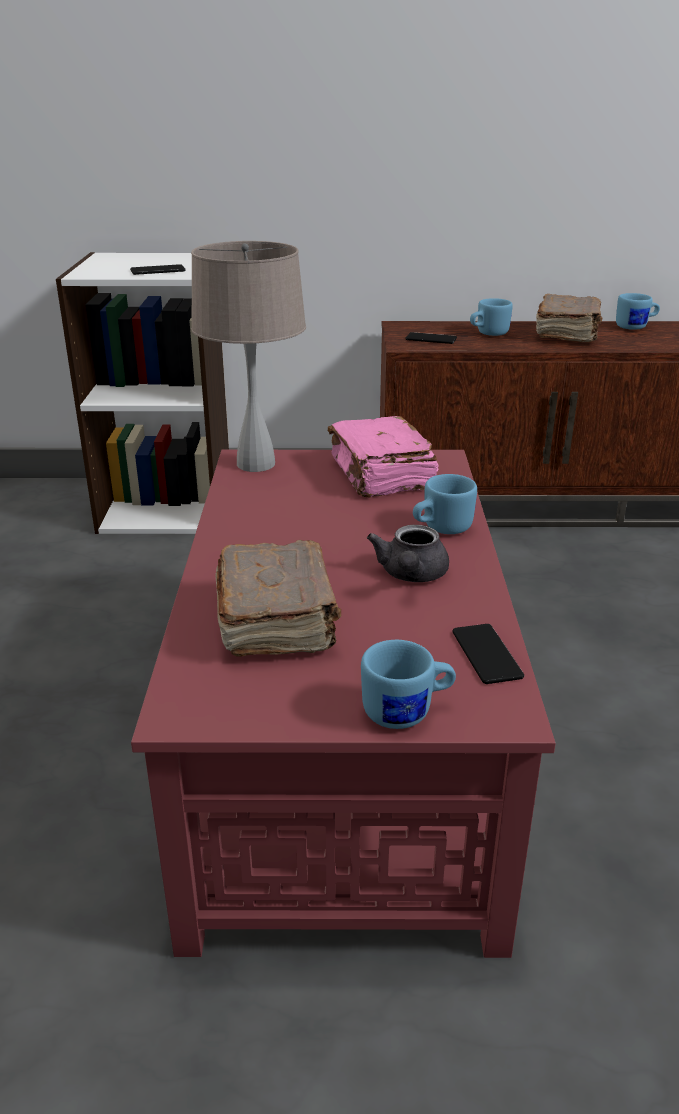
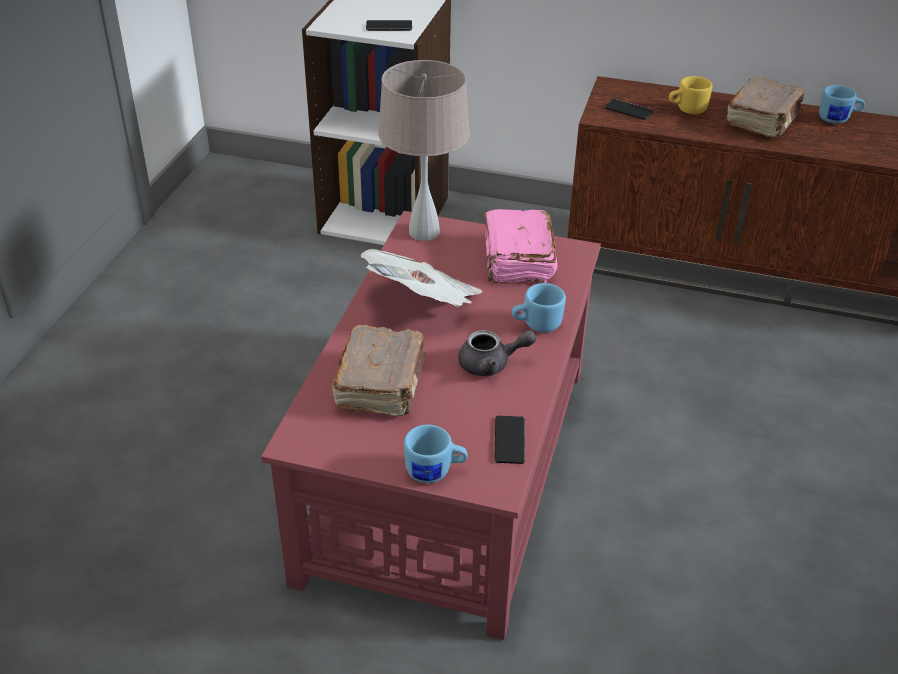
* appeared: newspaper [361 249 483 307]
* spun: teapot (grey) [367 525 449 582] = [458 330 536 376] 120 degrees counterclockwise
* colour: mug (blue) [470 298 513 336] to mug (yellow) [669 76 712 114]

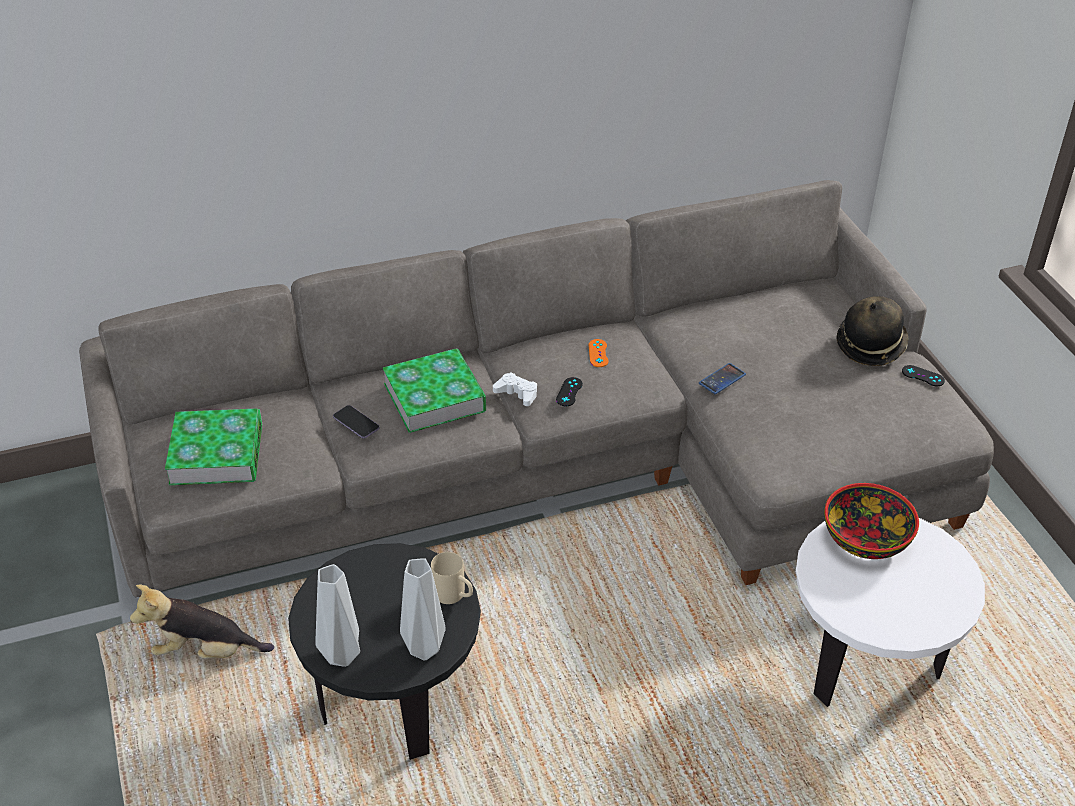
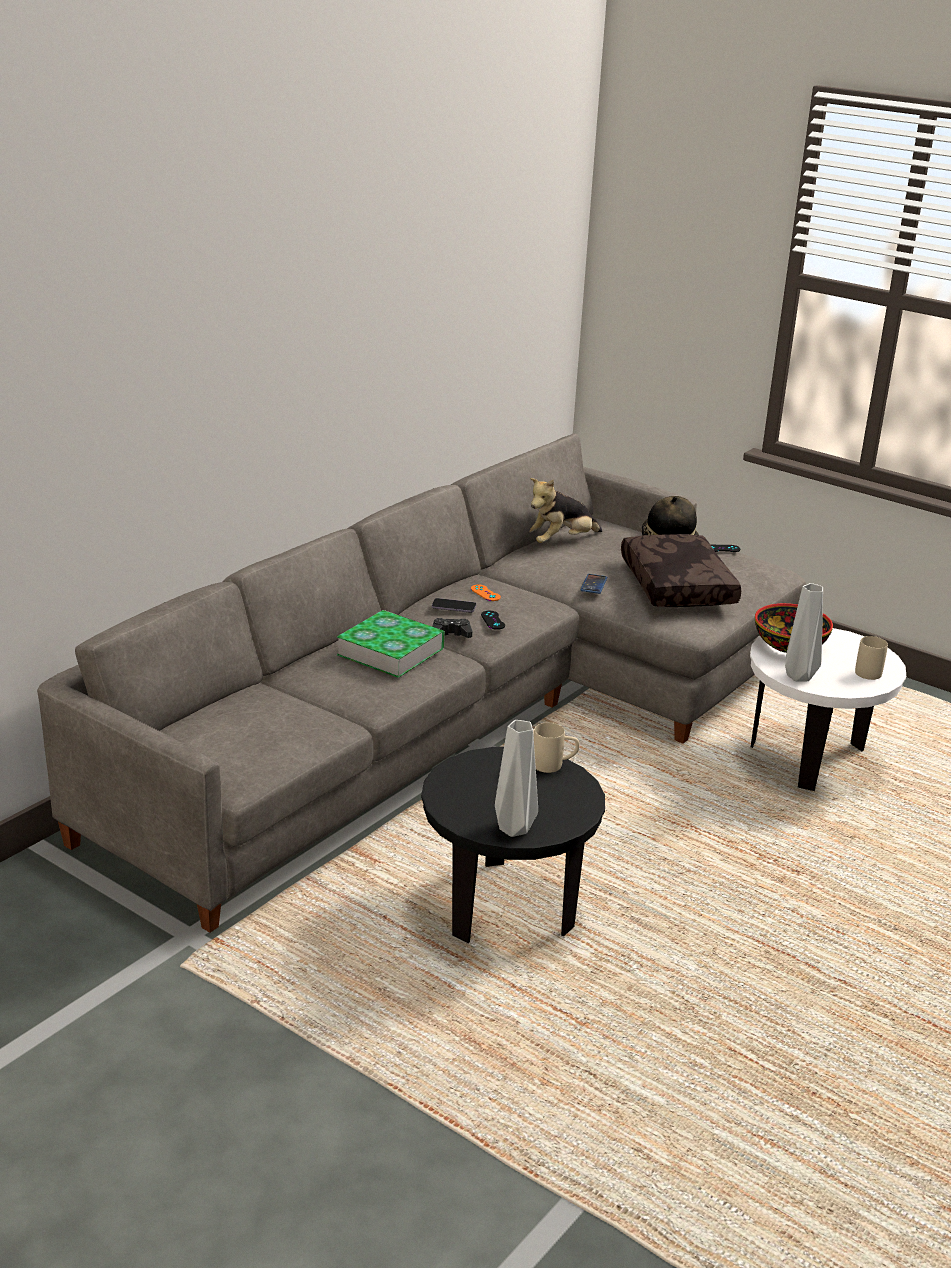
* relocated: phone [333 405 380 439] to [432 598 476 613]
* colour: game controller (white) [493 372 537 406] to game controller (black) [432 618 472 638]
* relocated: plush toy [130 585 274 659] to [530 478 602 543]
* appeared: pillow (brown) [621 534 741 607]
* relocated: vase (grey) [400 558 446 660] to [785 583 823 681]
* appeared: mug (beige) [855 636 888 680]
* missing: book [165 408 262 485]

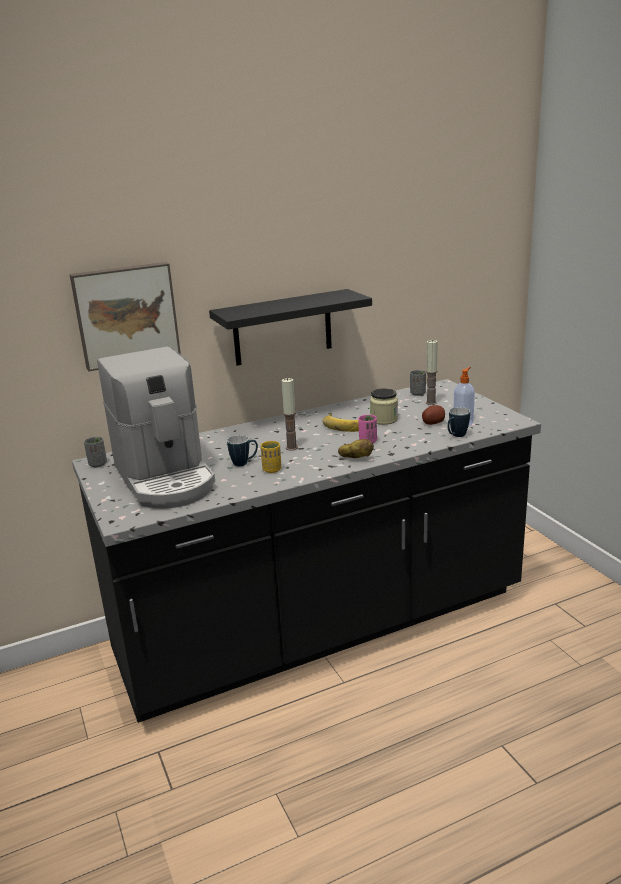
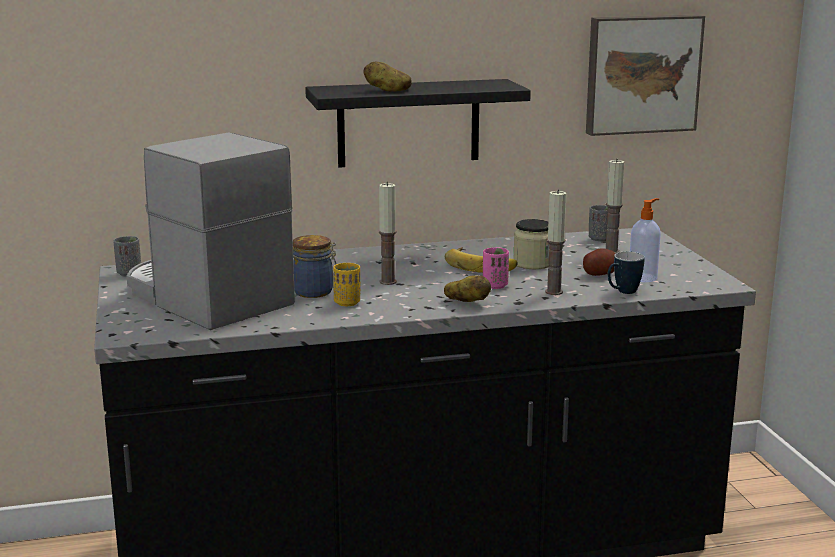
* spun: coffee machine [97 347 215 509] = [126 133 295 330] 150 degrees clockwise
* exchanged: mug [227 435 258 467] to jar [293 235 336 298]
* appeared: potato [363 62 412 92]
* appeared: candle [545 190 567 295]
* relocated: picture [70 262 181 372] to [586 15 705 136]

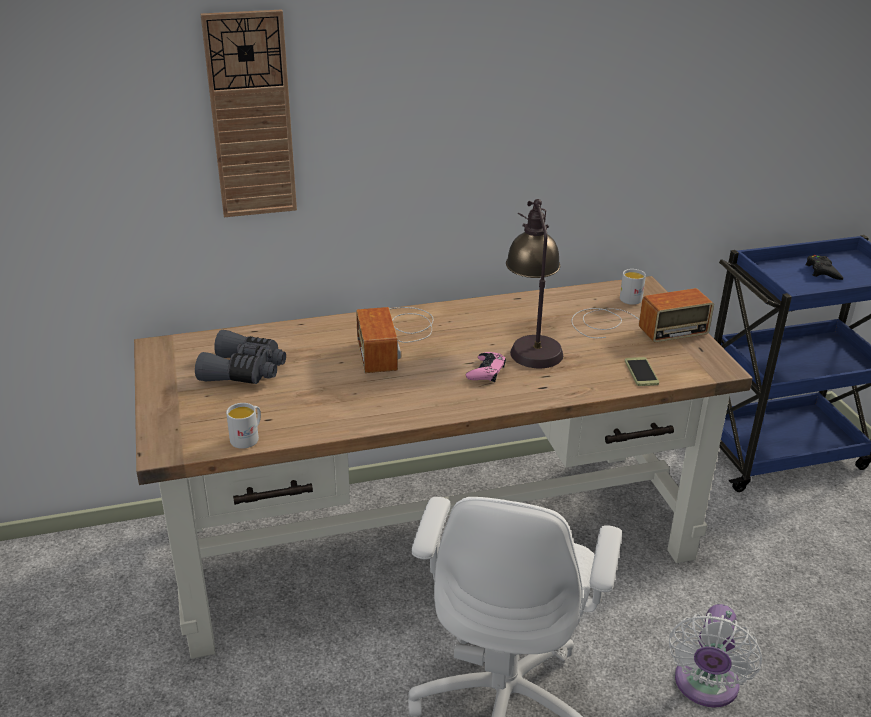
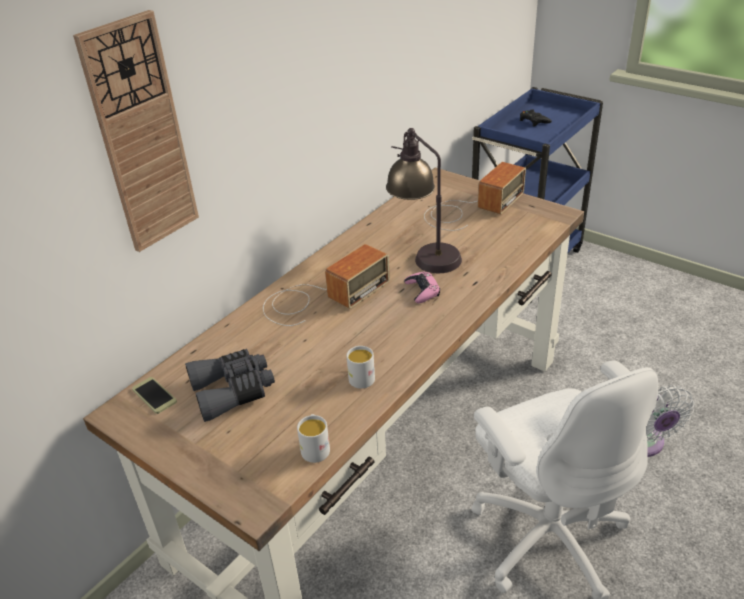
* relocated: phone [625 357 659 386] to [132 377 177 414]
* spun: radio [356 307 433 373] = [263 244 390 326] 90 degrees counterclockwise
* relocated: mug (white) [620 269 646 305] to [346 346 375 389]

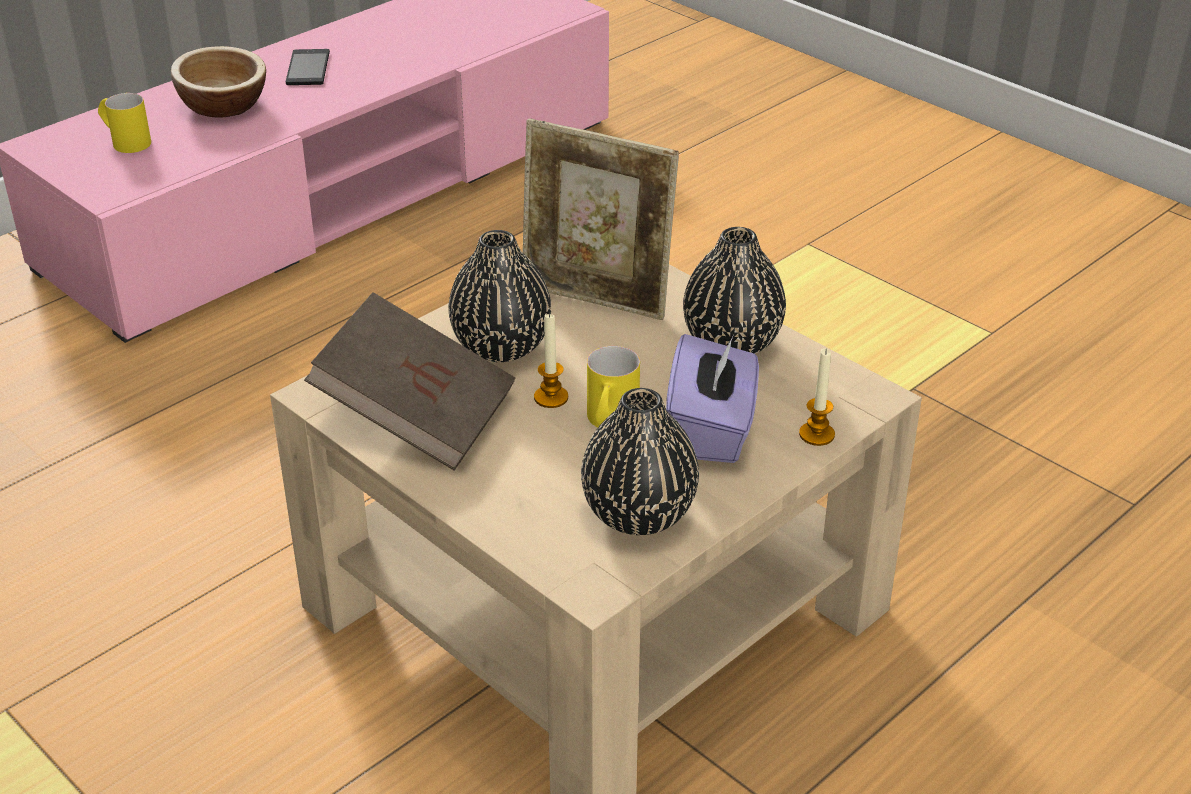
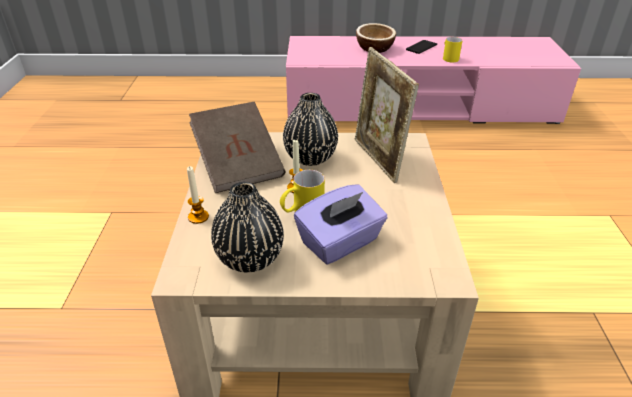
* relocated: candle [799 349 835 446] to [187 166 209 224]
* relocated: mug (yellow) [98 93 151 153] to [443 37 463 62]
* missing: vase (black) [683 227 786 354]

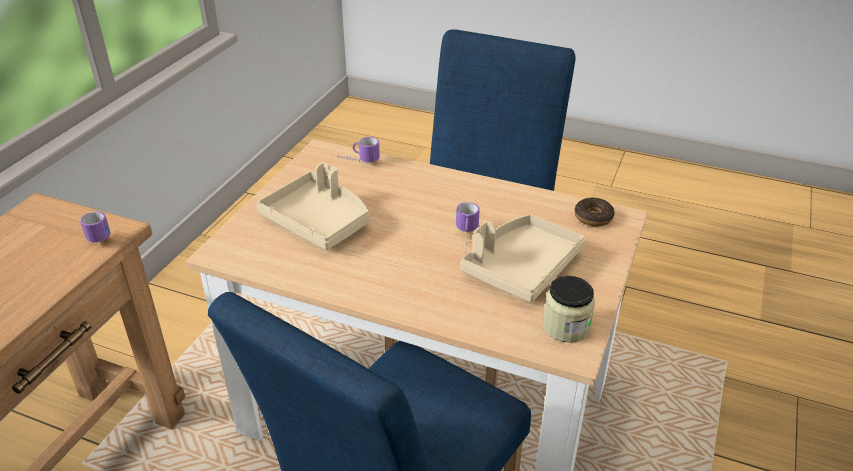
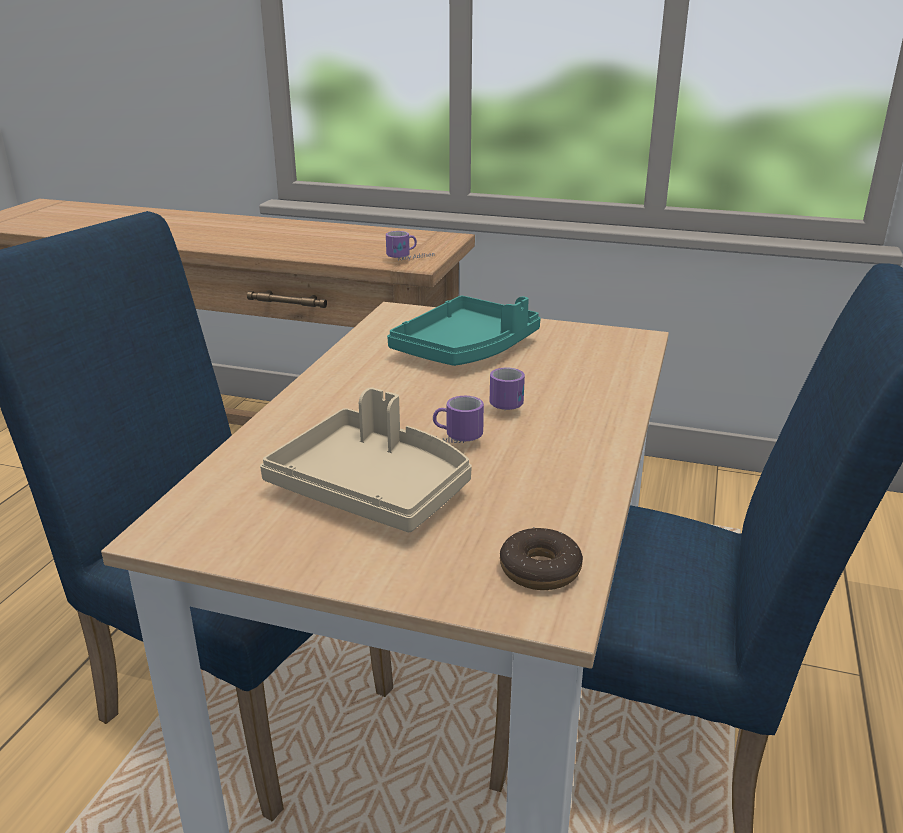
* colour: tray (beige) [256 162 370 250] to tray (turquoise) [387 296 541 366]
* relocated: mug [337 137 380 162] to [490 367 525 410]
* missing: jar [543 276 595 343]

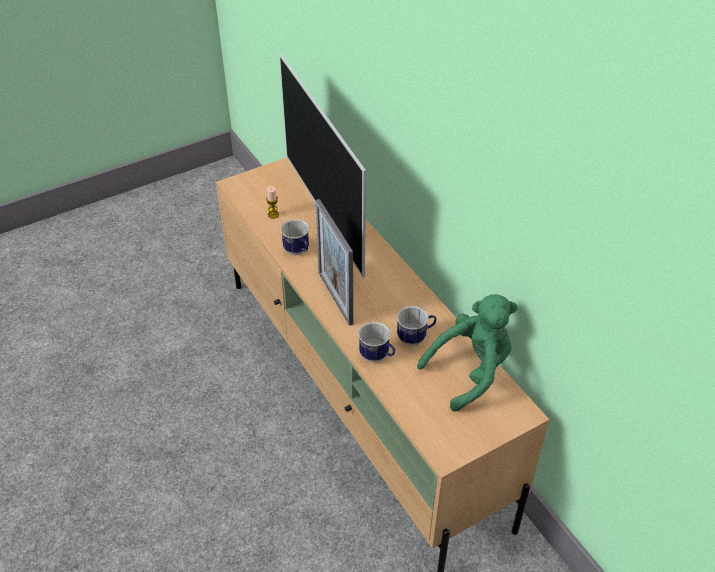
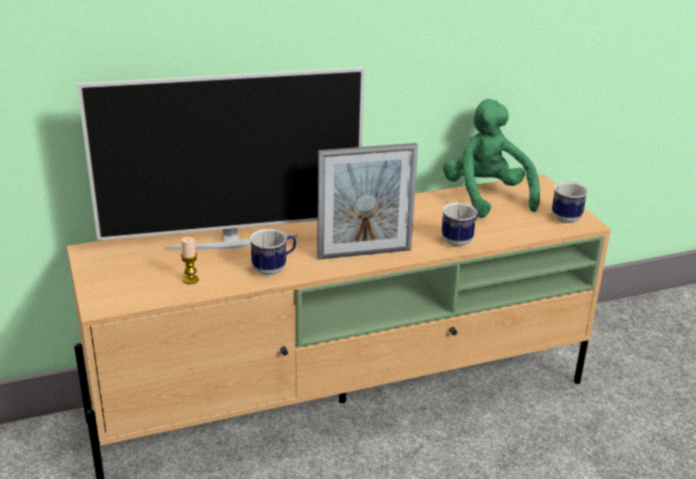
* relocated: mug [397 306 437 346] to [552 182 588 223]

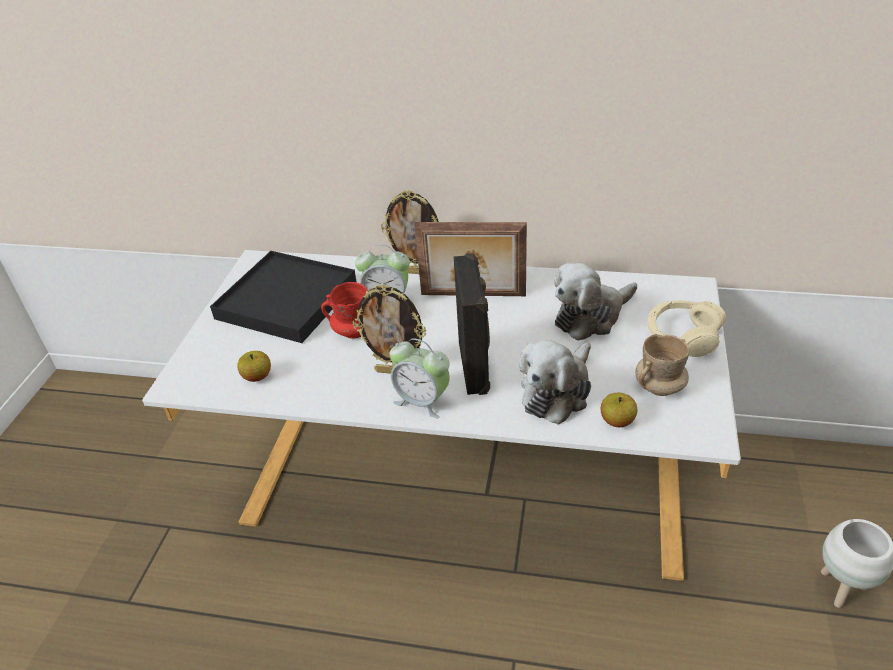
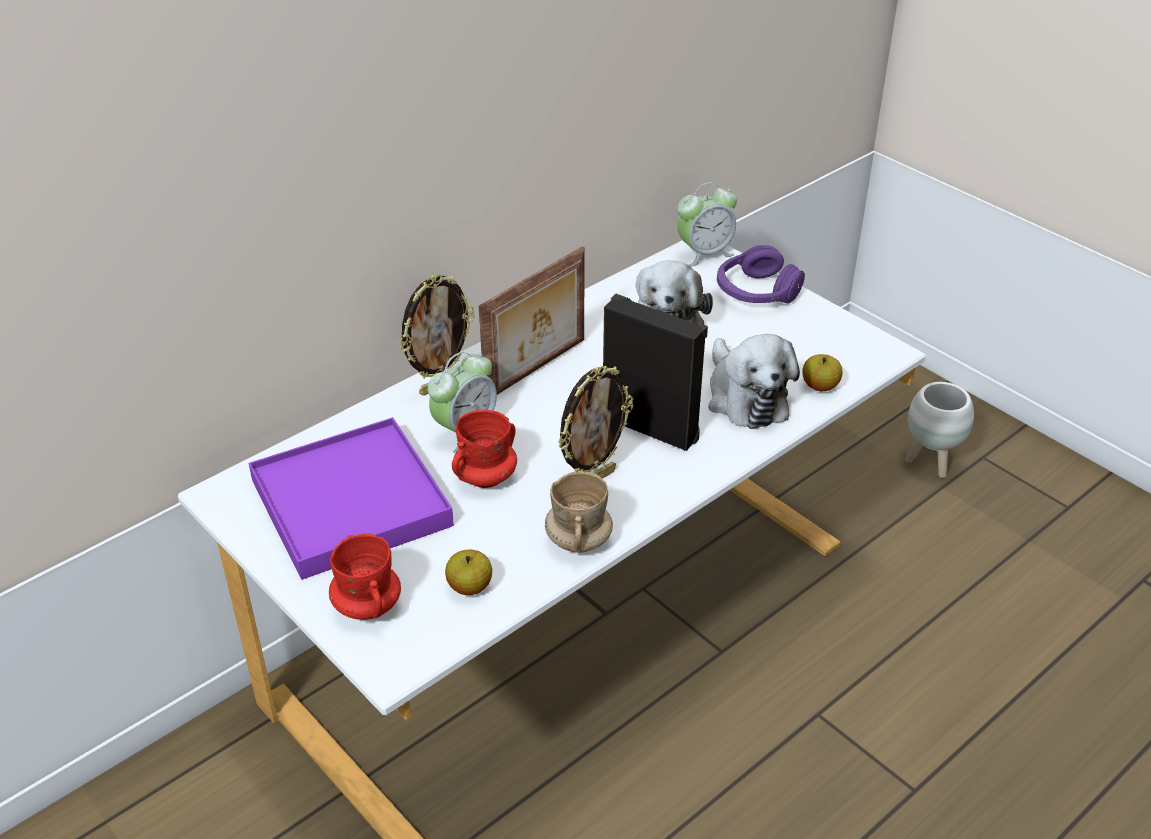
* colour: tray (black) [210 251 357 343] to tray (purple) [249 417 454 580]
* appeared: mug (red) [329 533 401 620]
* relocated: mug (beige) [635 334 689 396] to [545 471 613 553]
* relocated: alarm clock [390 338 450 418] to [677 182 737 267]
* colour: headphones (beige) [647 300 726 357] to headphones (purple) [717 245 805 304]

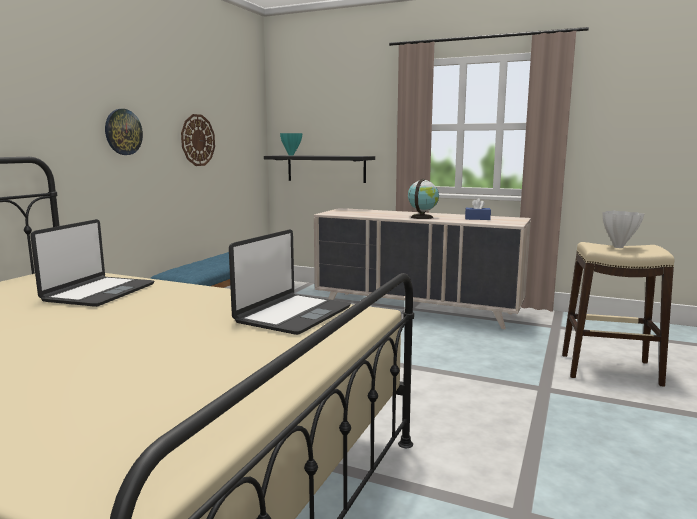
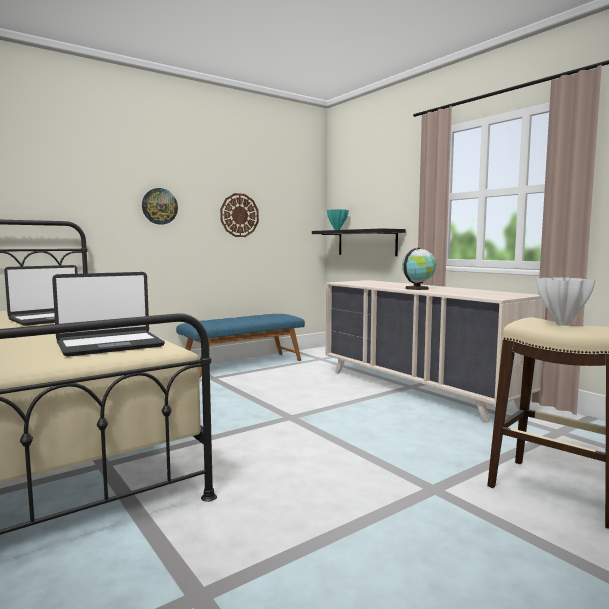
* missing: tissue box (blue) [465 198 491 220]

